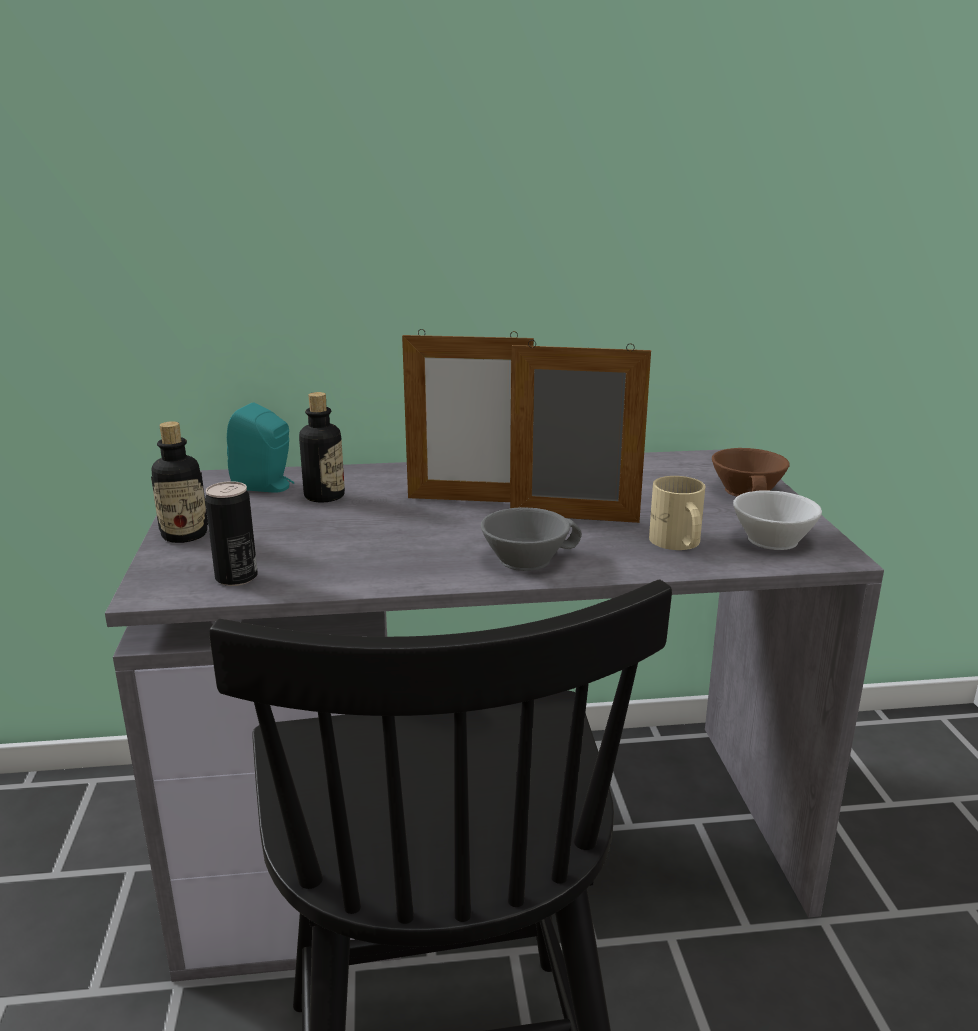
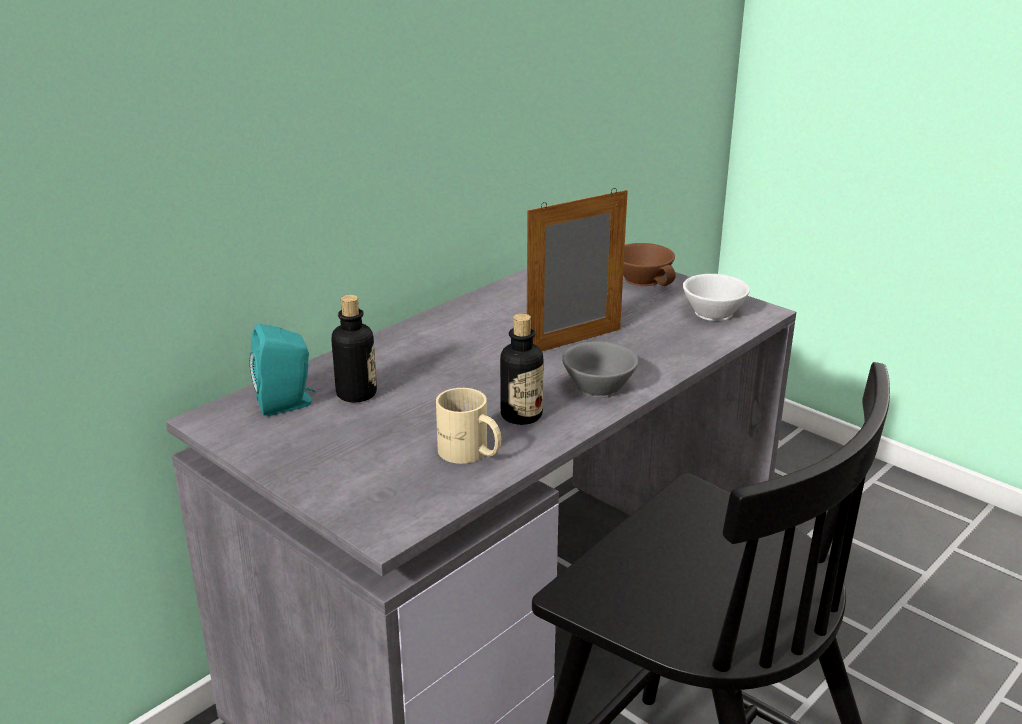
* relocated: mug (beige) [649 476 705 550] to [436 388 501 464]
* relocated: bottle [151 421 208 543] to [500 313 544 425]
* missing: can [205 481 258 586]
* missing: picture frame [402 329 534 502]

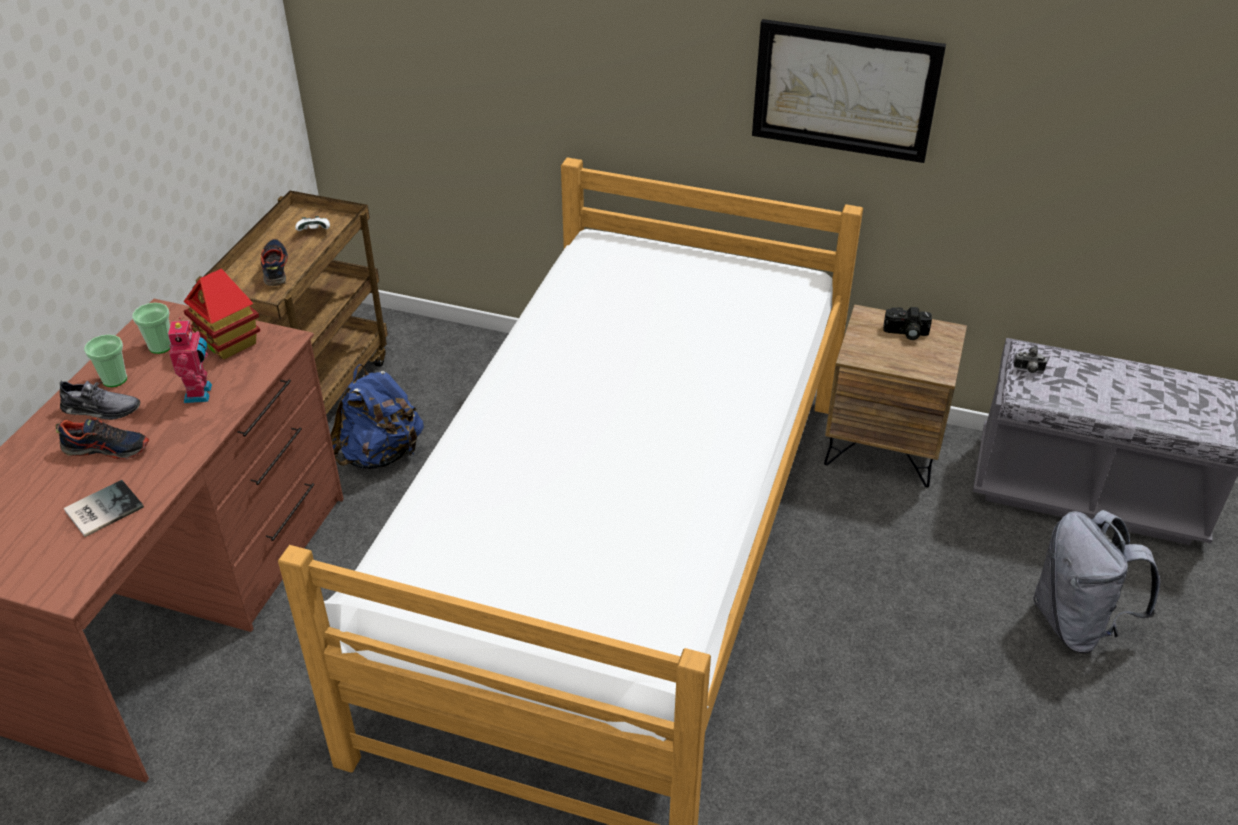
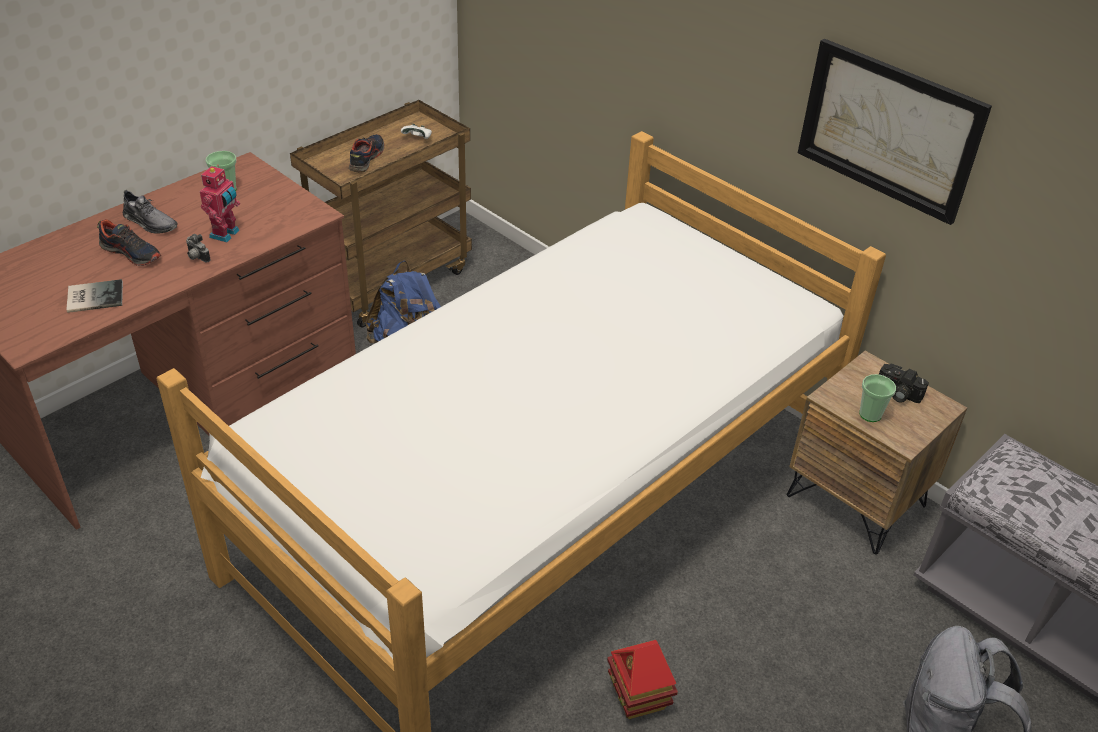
* relocated: photo camera [1013 346 1047 373] to [186 234 211 262]
* relocated: toy house [184 269 260 360] to [607 640 678 719]
* relocated: cup [84 334 127 387] to [859 374 896 422]

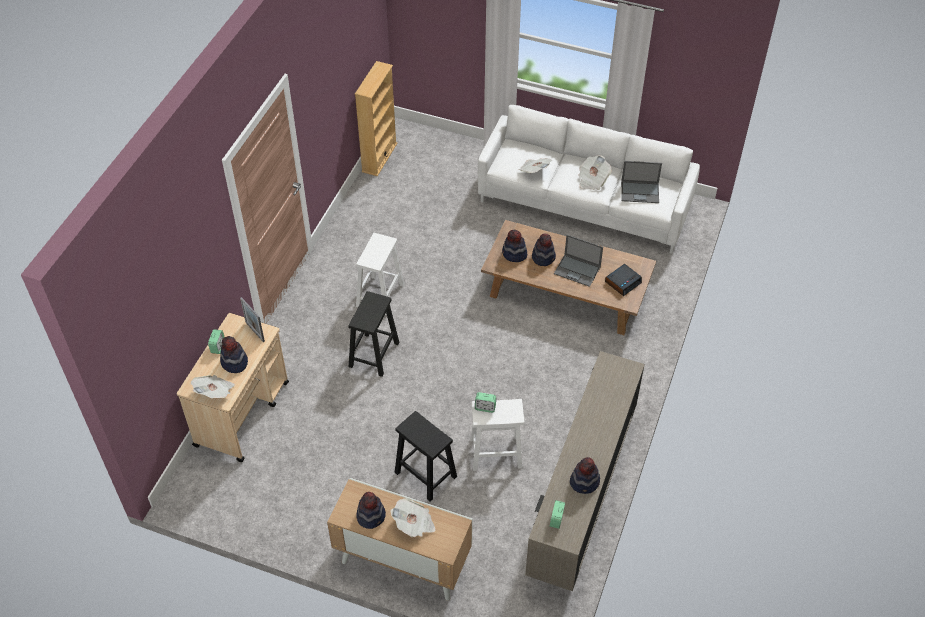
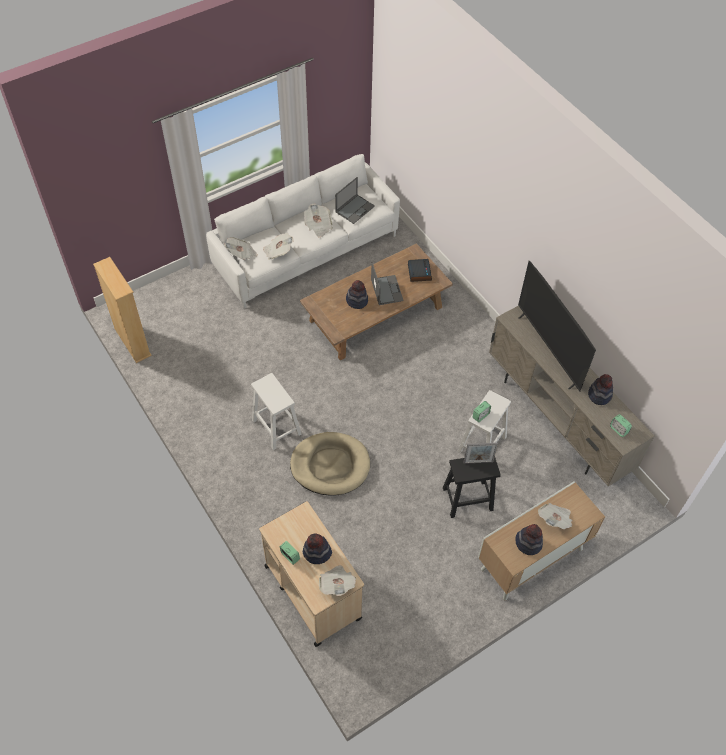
* appeared: newspaper [224 237 258 260]
* exchanged: stool (black) [348 291 399 377] to dog bed (beige) [290 432 370 496]
* spun: laptop [554 235 603 287] = [371 262 404 305] 75 degrees counterclockwise
* relocated: picture frame [240 297 265 342] to [463 443 498 464]
* appeared: television [518 261 596 392]
* missing: hat [502 230 527 262]

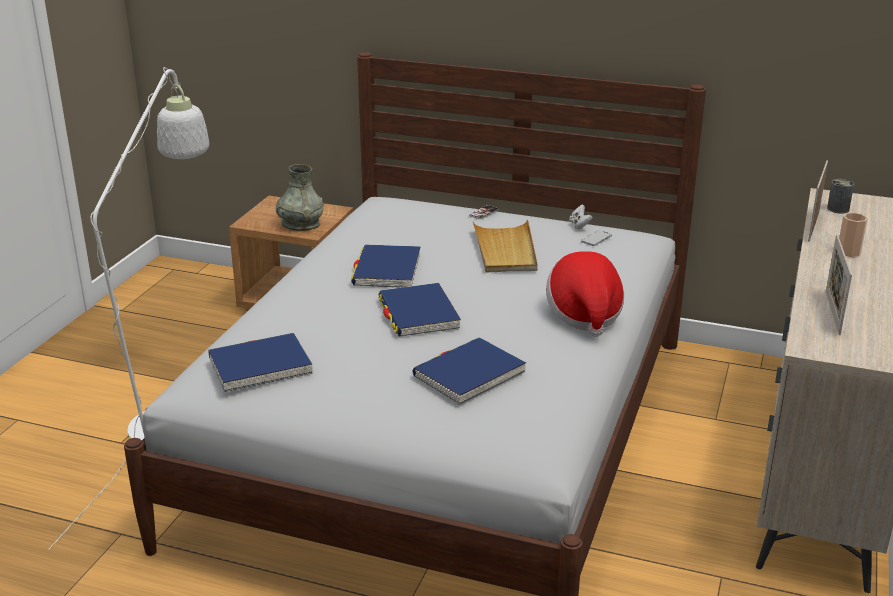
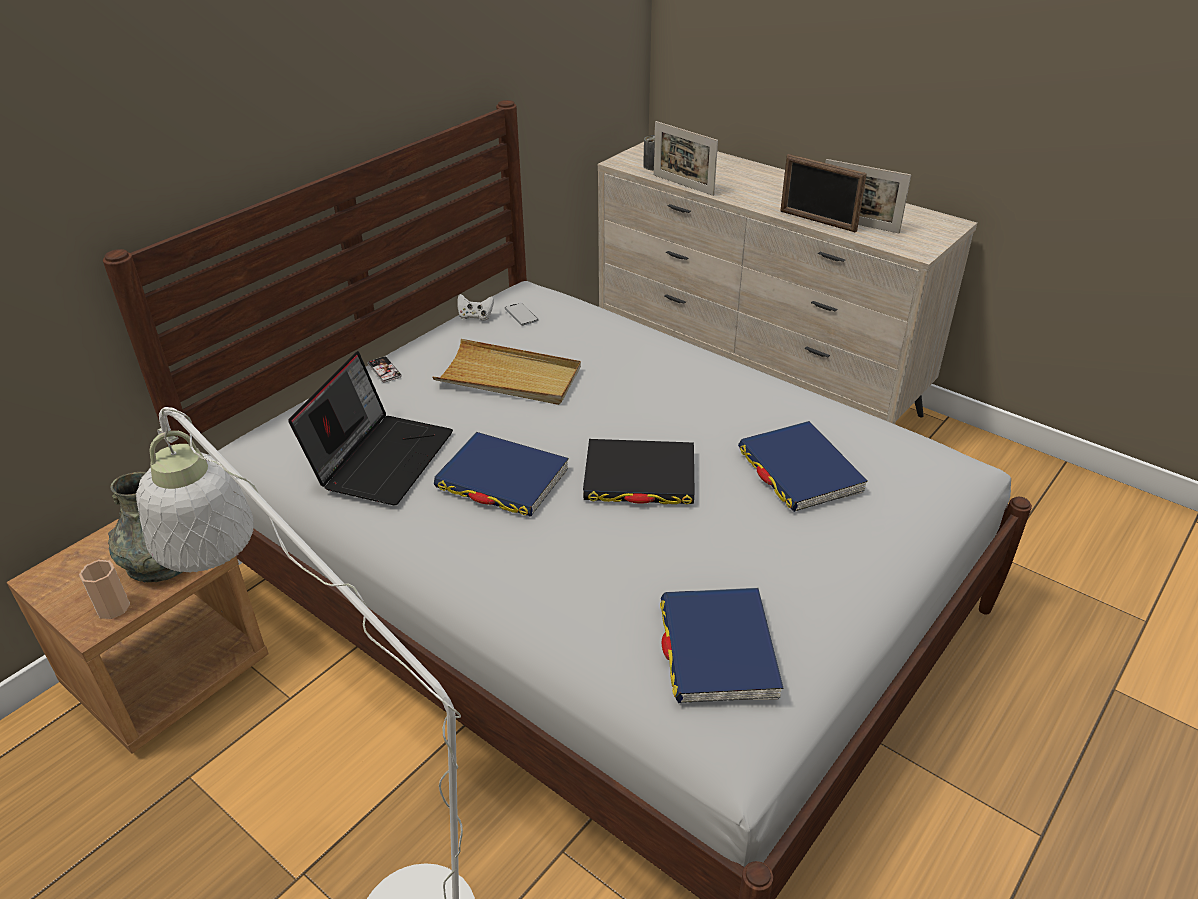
* relocated: cup [839 212 868 257] to [79 560 130 619]
* appeared: laptop [288 351 453 505]
* colour: book (blue) [378 283 461 337] to book (black) [583 439 695 504]
* appeared: picture frame [780 154 867 233]
* missing: hat [546 251 624 337]

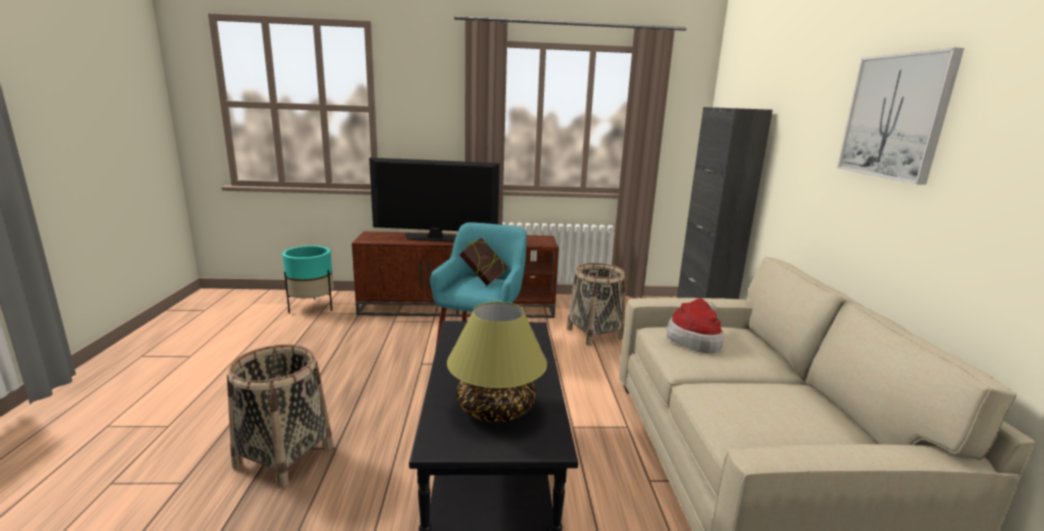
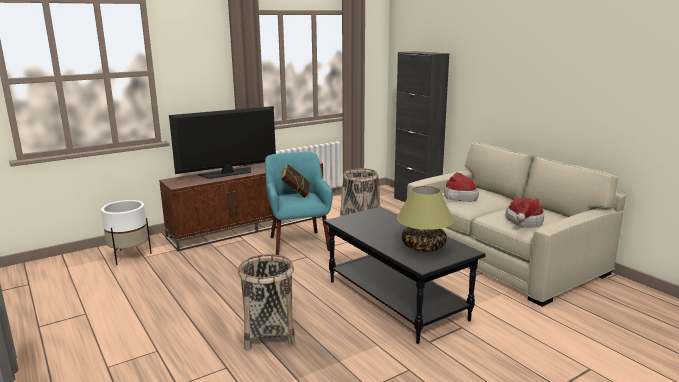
* colour: planter (turquoise) [282 246 334 314] to planter (white) [101 200 152 265]
* appeared: hat [506 197 544 228]
* missing: picture [837 48 964 185]

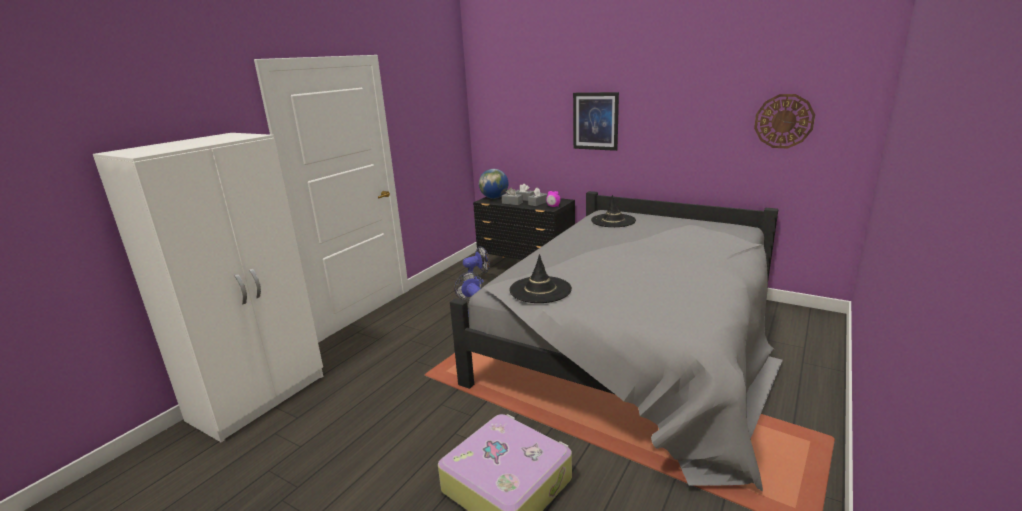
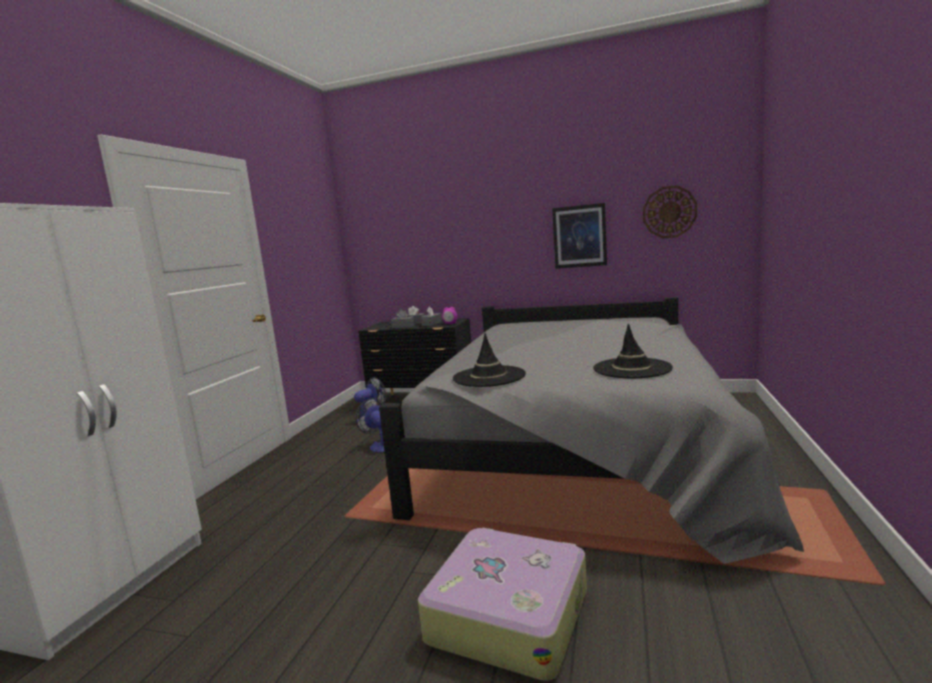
* relocated: picture [573 92 619 151] to [552 203 607 269]
* relocated: hat (black) [591 195 636 227] to [593 324 673 378]
* missing: globe [479 169 508 199]

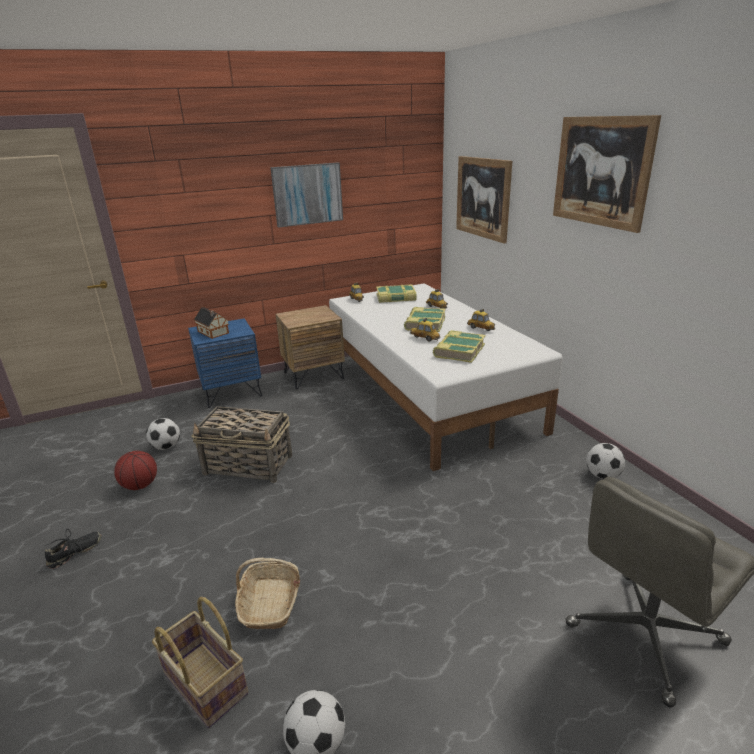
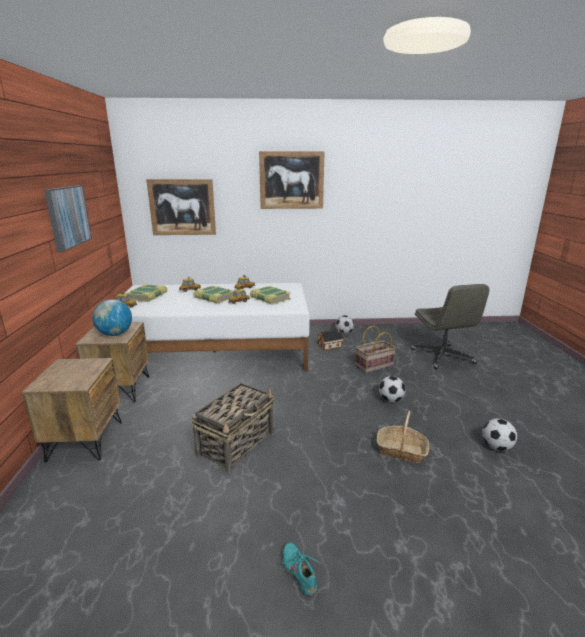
* colour: nightstand (blue) [188 318 262 408] to nightstand (brown) [22 358 122 462]
* appeared: globe [92 299 132 336]
* colour: shoe (black) [45 529 101 568] to shoe (turquoise) [282 542 322 596]
* relocated: toy house [194 307 229 339] to [317 328 344 350]
* relocated: basket [152 597 248 728] to [355 326 396 373]
* relocated: football [146 418 180 450] to [379 376 405 402]
* missing: basketball [114 451 157 490]

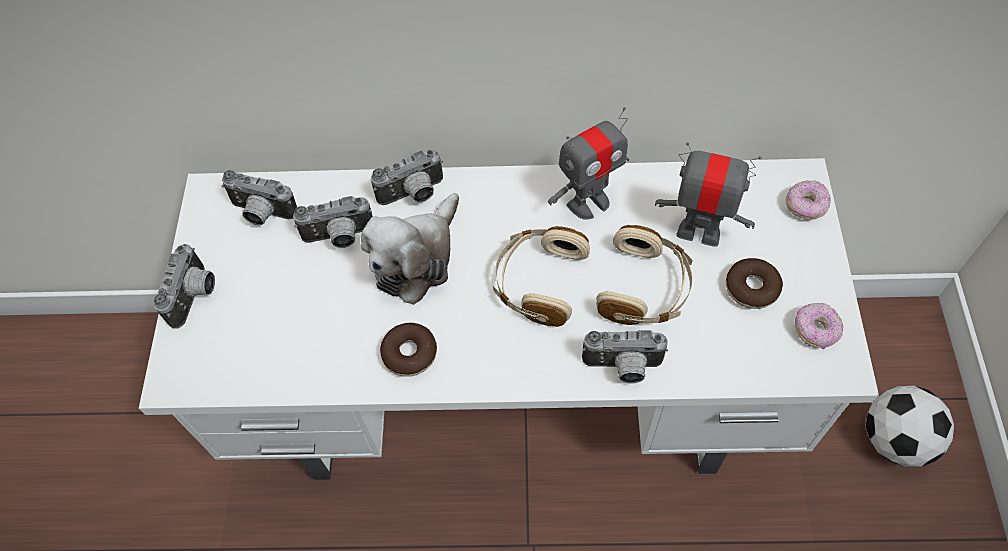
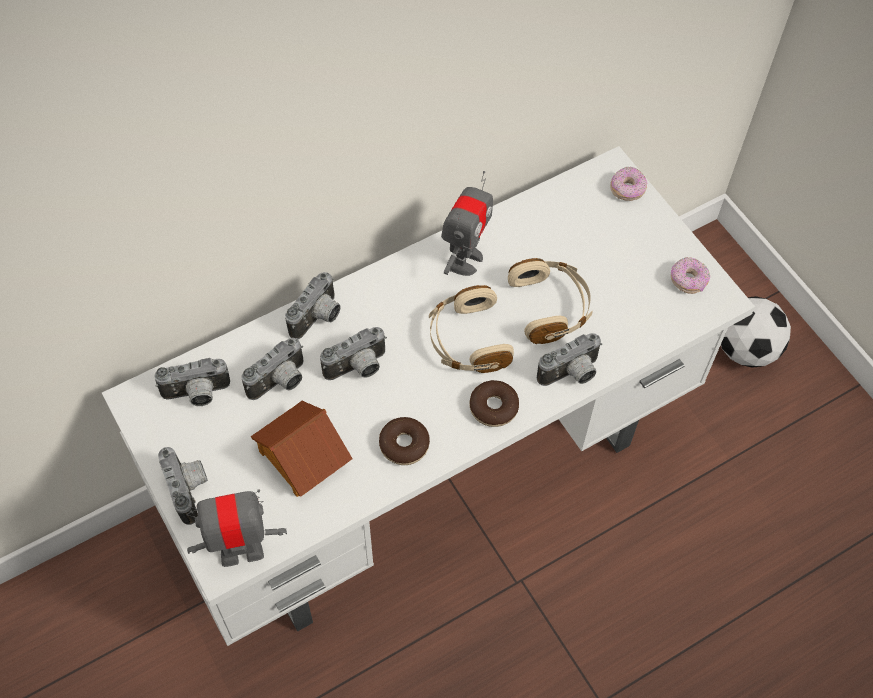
* relocated: toy robot [655 142 762 247] to [186 489 287 567]
* appeared: toy house [251 401 353 497]
* exchanged: plush toy [361 193 459 305] to photo camera [320 327 387 380]
* relocated: donut [726 258 783 309] to [469 380 519 427]

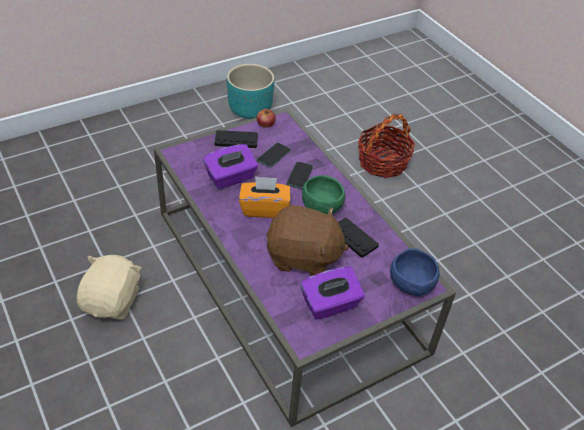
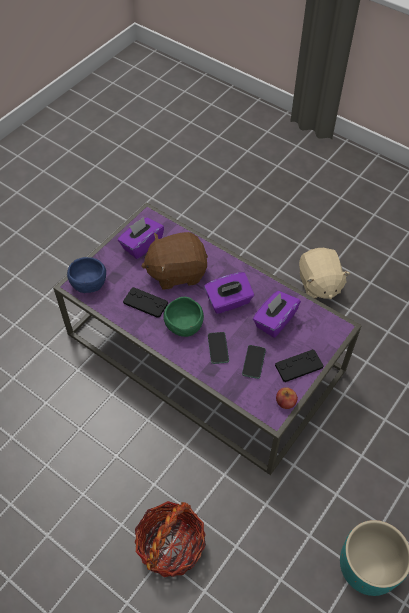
* colour: tissue box (orange) [239 176 290 218] to tissue box (purple) [204 272 254 314]

